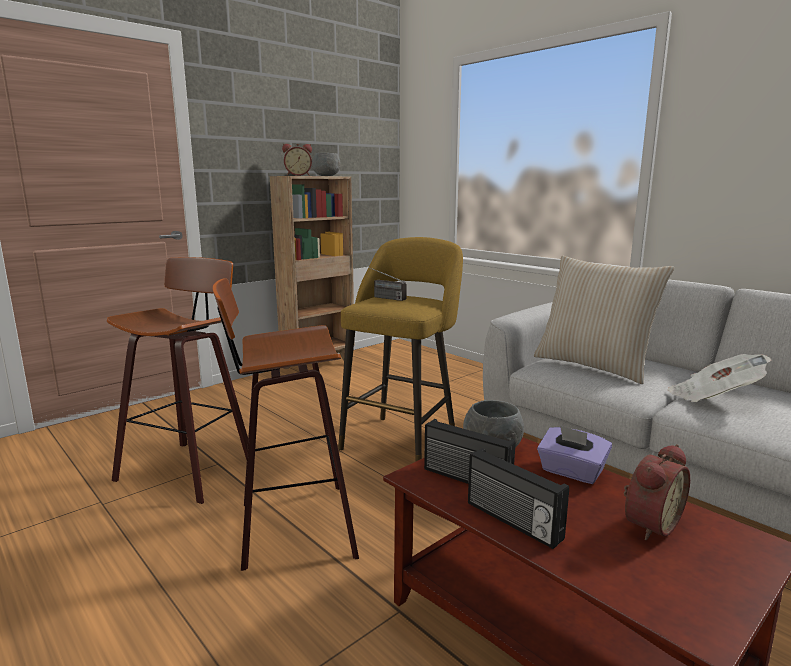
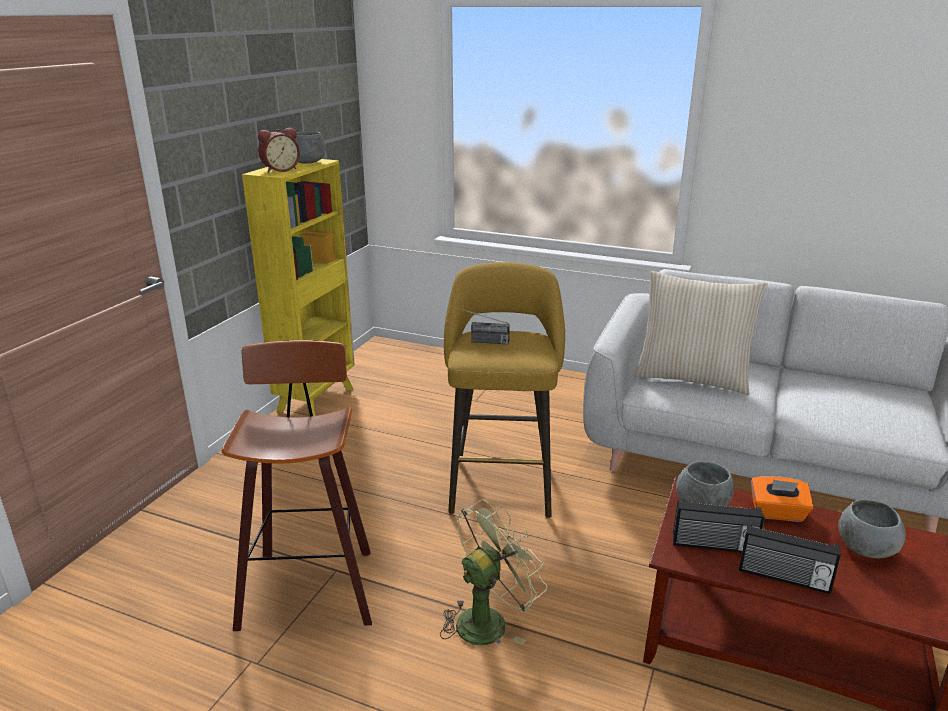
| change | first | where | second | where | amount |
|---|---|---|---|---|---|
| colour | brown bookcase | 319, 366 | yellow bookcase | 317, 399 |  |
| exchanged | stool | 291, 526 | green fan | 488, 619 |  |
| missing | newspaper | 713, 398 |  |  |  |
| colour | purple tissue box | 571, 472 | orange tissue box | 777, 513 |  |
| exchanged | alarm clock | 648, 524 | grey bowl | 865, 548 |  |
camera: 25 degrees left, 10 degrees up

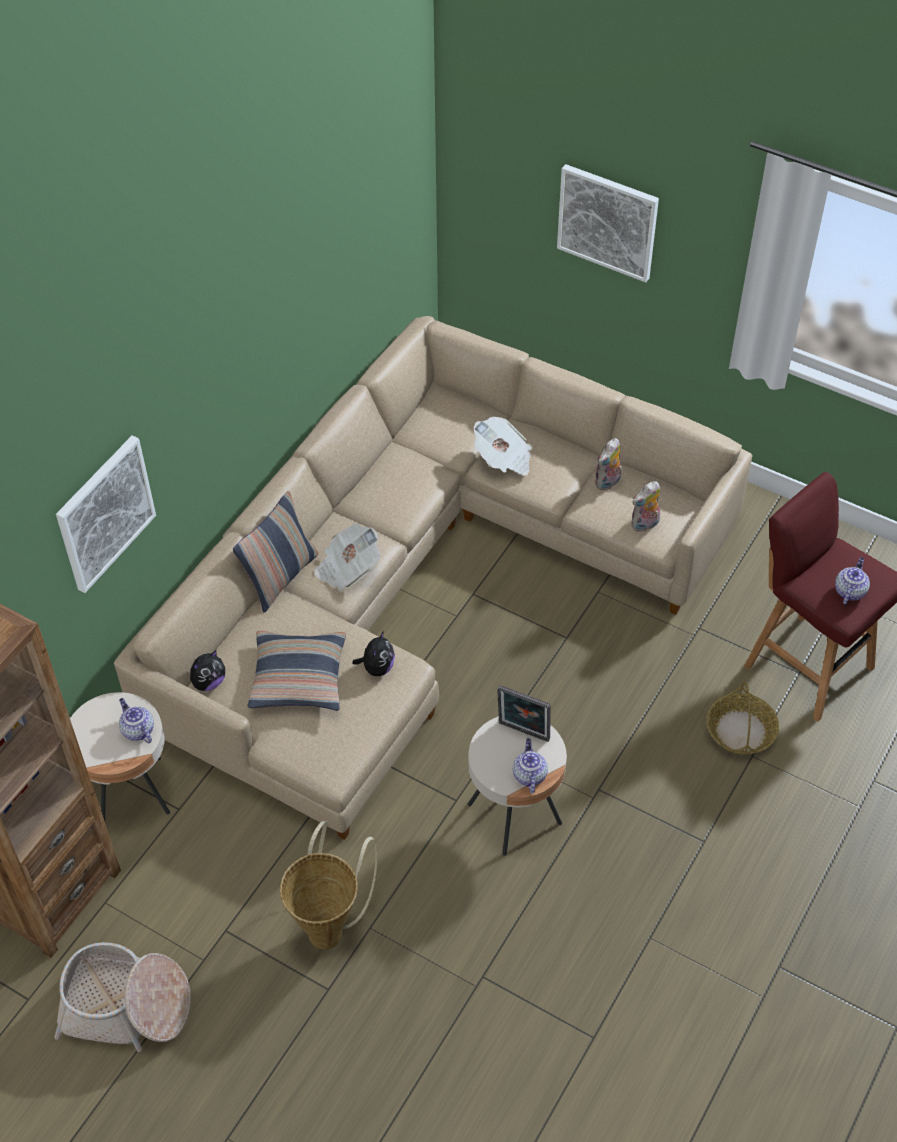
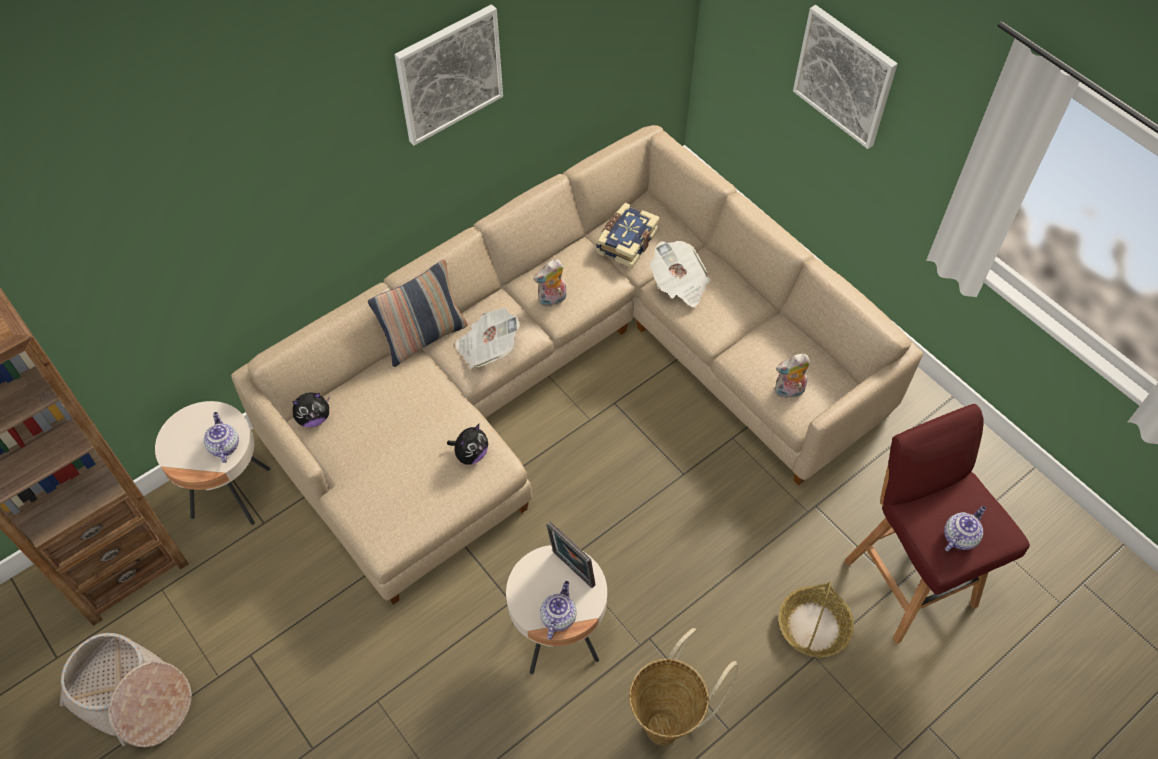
| change | first | where | second | where | amount |
|---|---|---|---|---|---|
| relocated | picture | 104, 513 |  | 449, 74 |  |
| relocated | plush toy | 608, 482 |  | 552, 300 |  |
| missing | pillow | 298, 677 |  |  |  |
| relocated | basket | 330, 927 |  | 668, 722 |  |
| appeared |  |  | book | 625, 241 |  |
camera: 20 degrees right, 5 degrees up

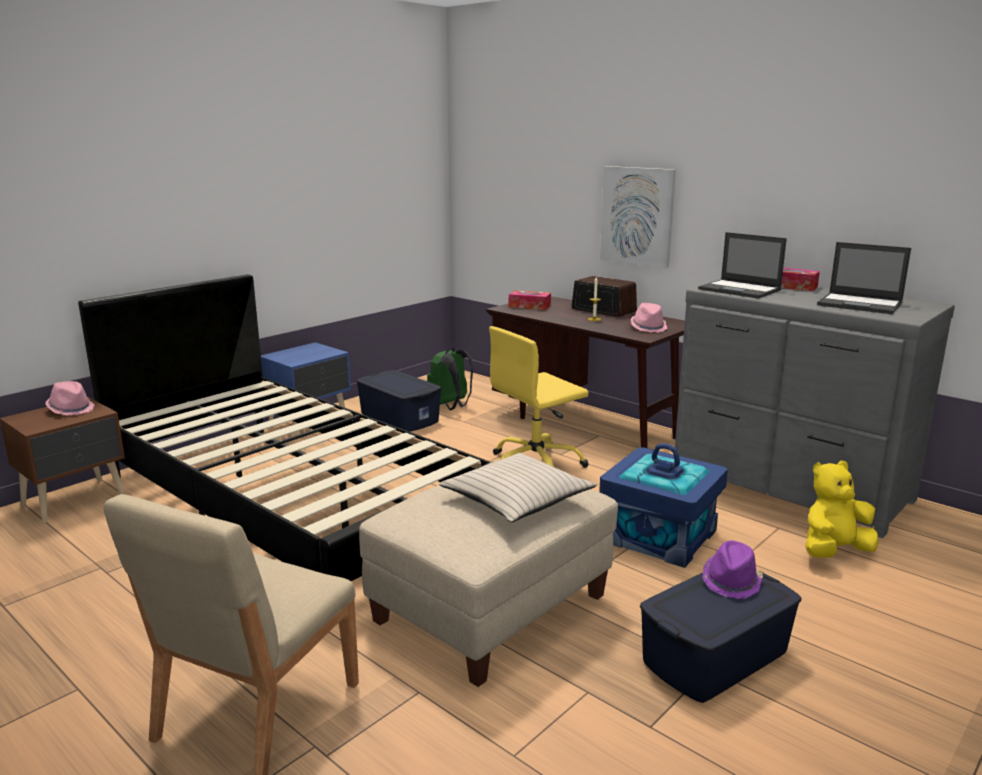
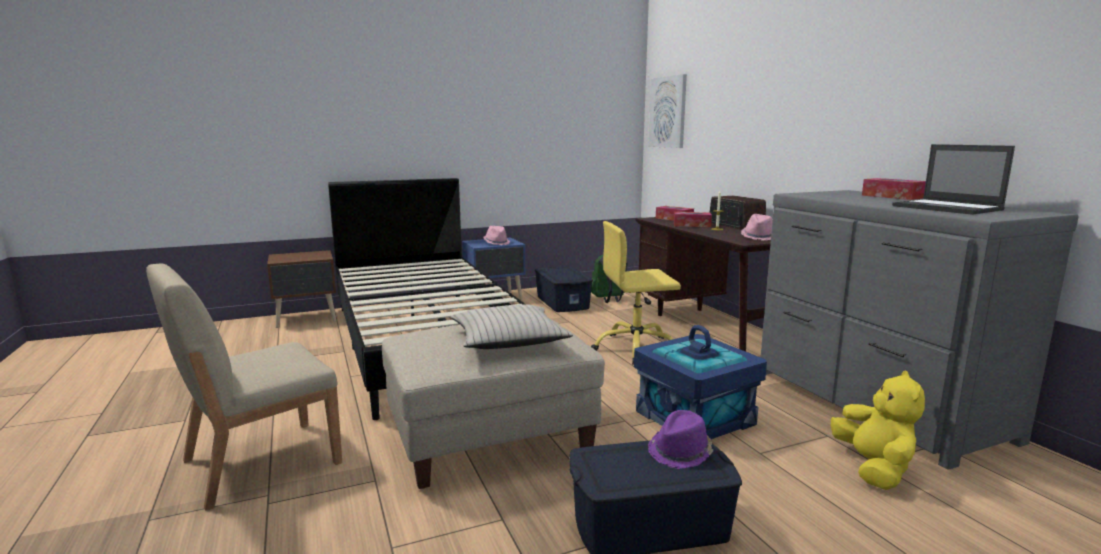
| change | first | where | second | where | amount |
|---|---|---|---|---|---|
| relocated | picture | 637, 216 |  | 668, 112 |  |
| missing | laptop | 740, 290 |  |  |  |
| relocated | pink hat | 71, 409 |  | 496, 243 |  |
| spun | yellow plush toy | 834, 551 |  | 873, 468 | 90 degrees clockwise |
| appeared |  |  | tissue box | 692, 225 |  |
camera: 25 degrees right, 5 degrees down

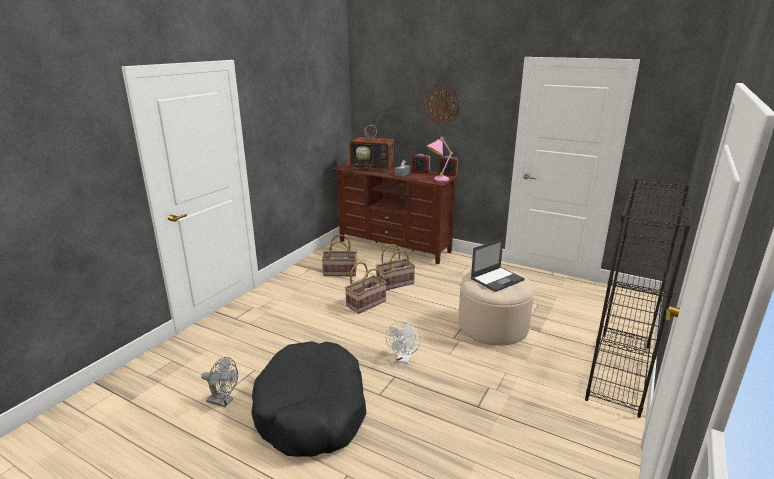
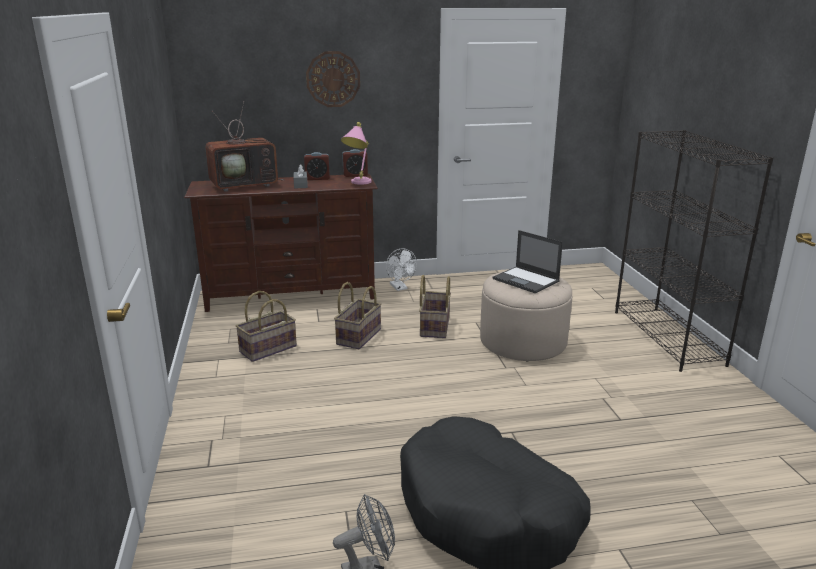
| change | first | where | second | where | amount |
|---|---|---|---|---|---|
| spun | laptop | 497, 279 |  | 526, 280 | 120 degrees clockwise |
| relocated | basket | 366, 303 |  | 434, 327 |  |
| relocated | white fan | 403, 359 |  | 400, 288 |  |
camera: 40 degrees left, 0 degrees up

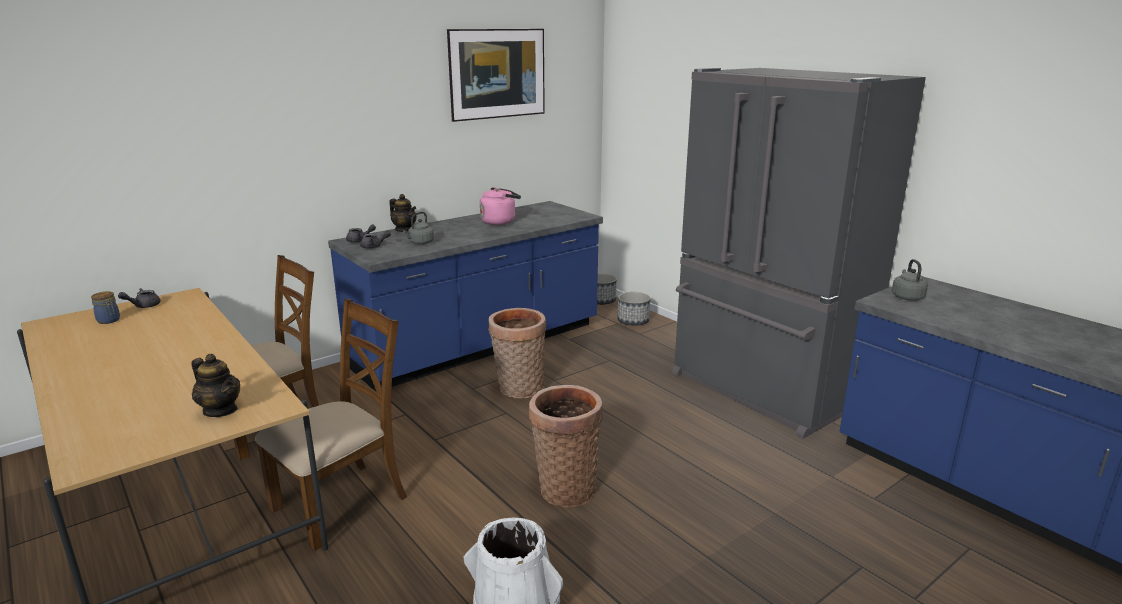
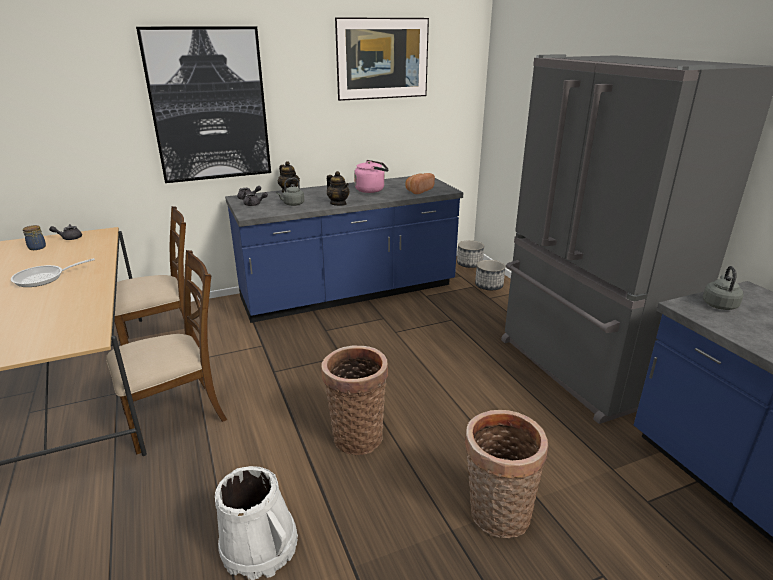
| change | first | where | second | where | amount |
|---|---|---|---|---|---|
| relocated | basket | 519, 389 |  | 496, 516 |  |
| relocated | teapot | 220, 410 |  | 338, 203 |  |
| appeared |  |  | picture | 209, 106 |  |
| appeared |  |  | bread | 418, 190 |  |
| appeared |  |  | frying pan | 44, 278 |  |
camera: 15 degrees right, 5 degrees up

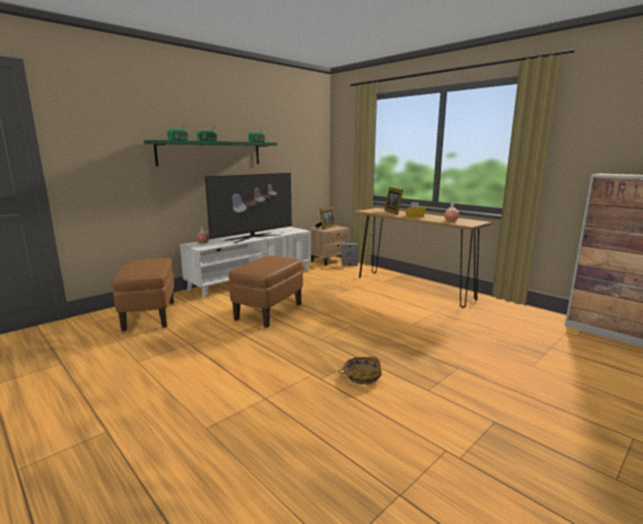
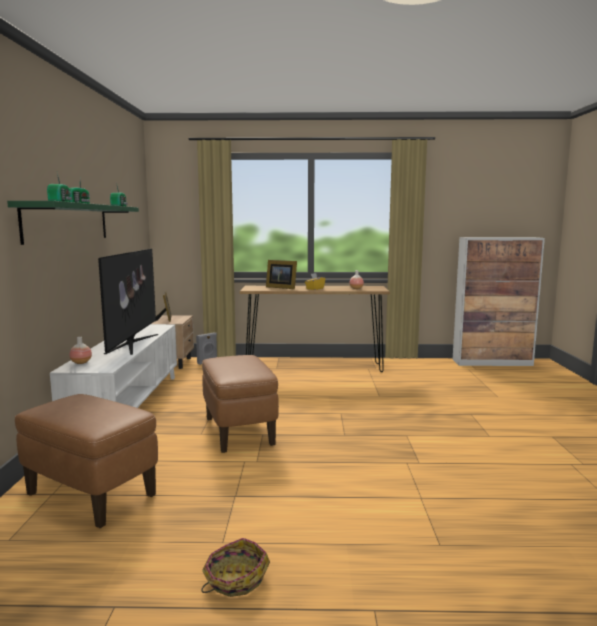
| change | first | where | second | where | amount |
|---|---|---|---|---|---|
| relocated | basket | 361, 376 |  | 235, 579 |  |
camera: 45 degrees left, 5 degrees down

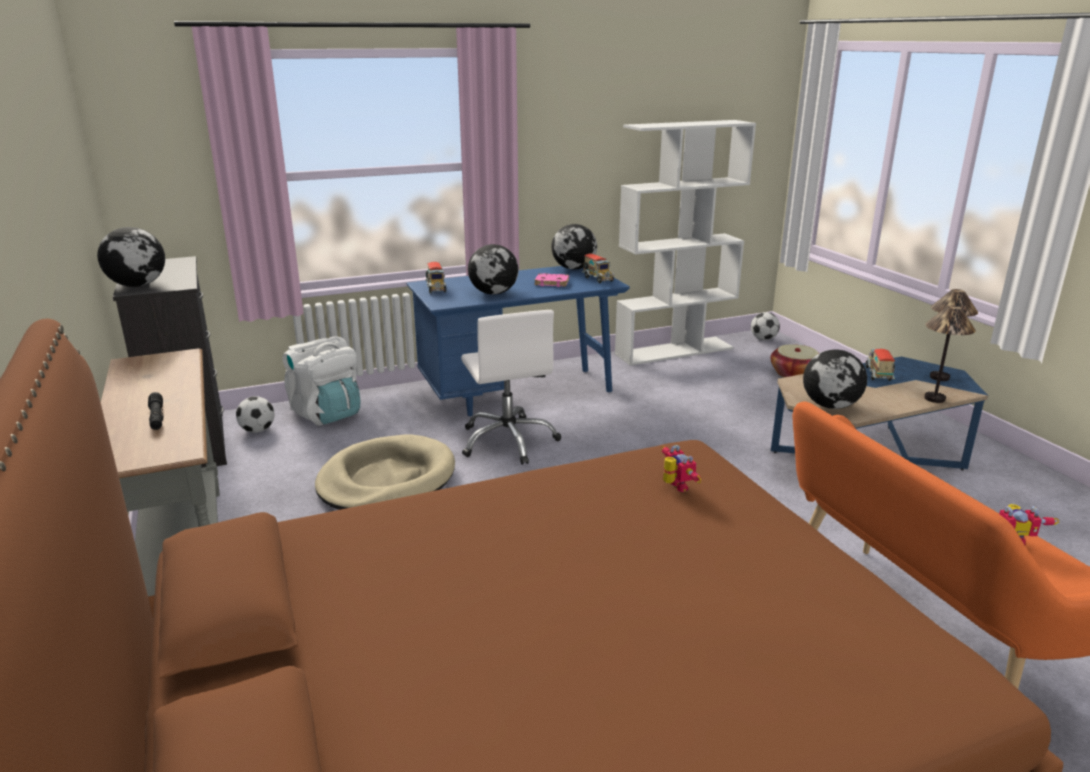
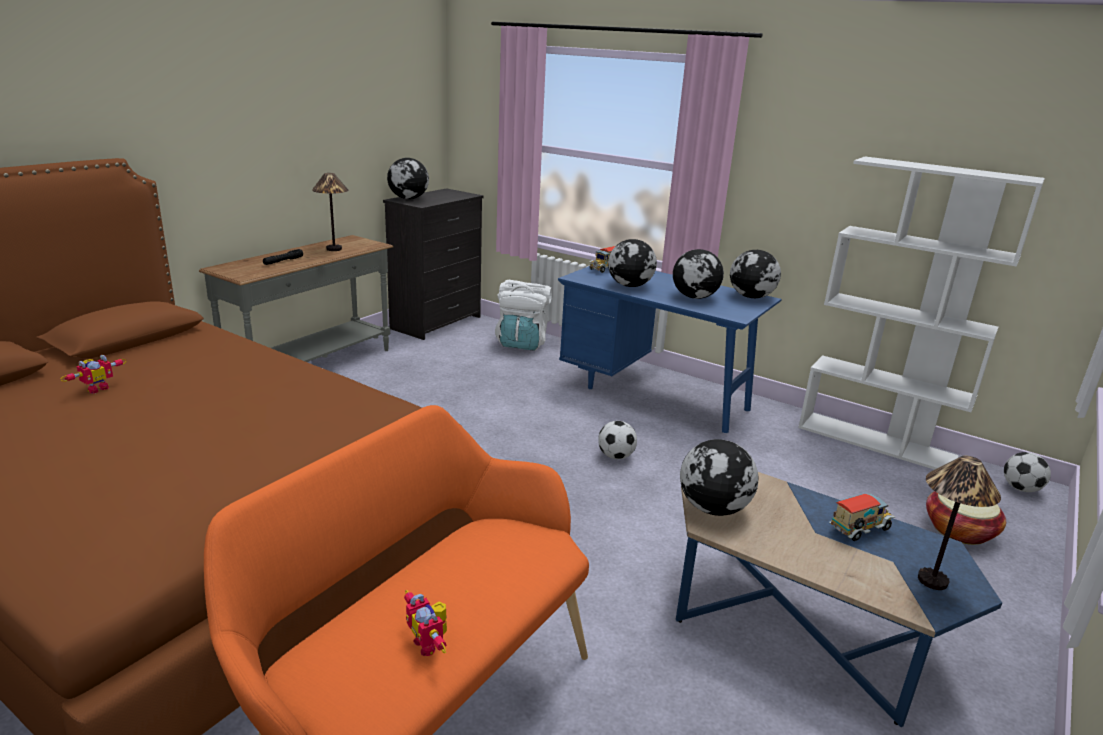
| change | first | where | second | where | amount |
|---|---|---|---|---|---|
| missing | toy truck | 597, 280 |  |  |  |
| exchanged | pink book | 552, 283 | globe | 695, 297 |  |
| relocated | table lamp | 935, 399 |  | 334, 249 |  |
| missing | white office chair | 508, 441 |  |  |  |
| relocated | football | 257, 431 |  | 615, 456 |  |
| missing | beige dog bed | 386, 480 |  |  |  |
| relocated | toy robot | 675, 487 |  | 97, 388 |  |
camera: 55 degrees right, 0 degrees up

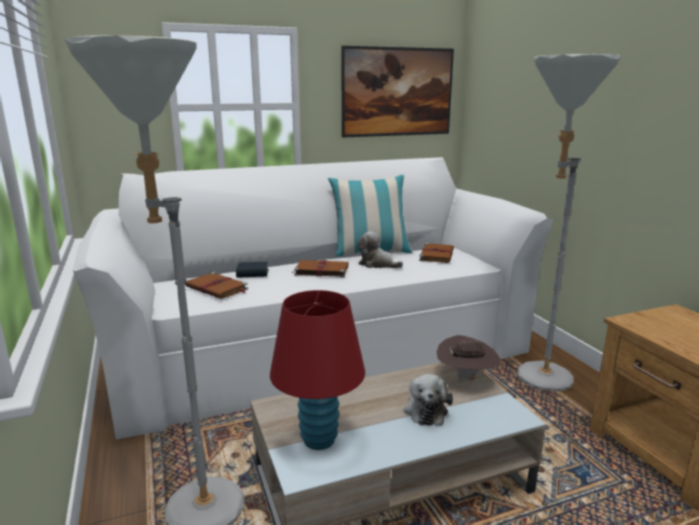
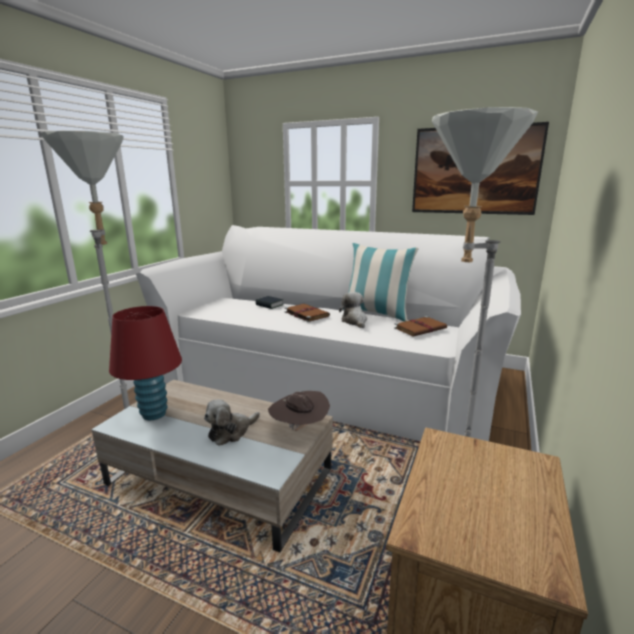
| change | first | where | second | where | amount |
|---|---|---|---|---|---|
| missing | brown book | 217, 288 |  |  |  |
camera: 45 degrees right, 0 degrees up

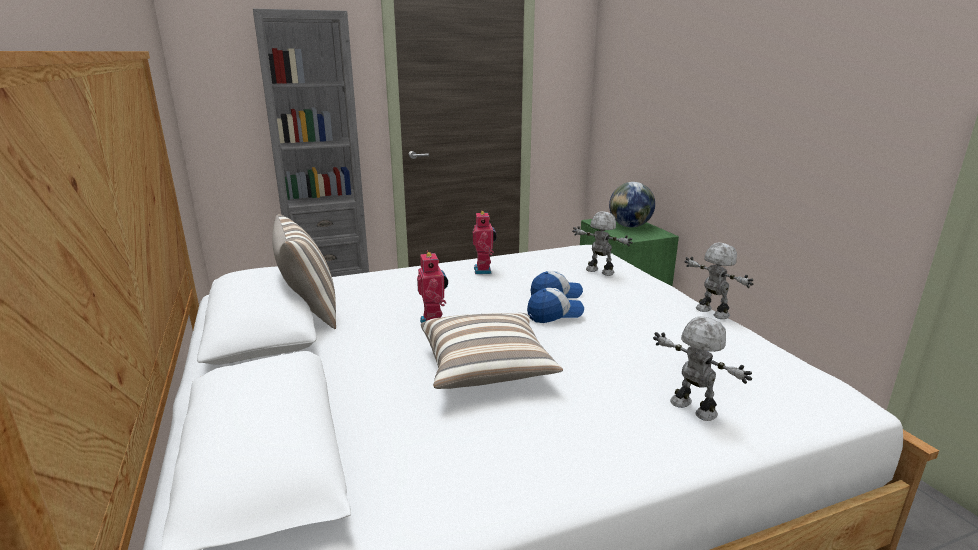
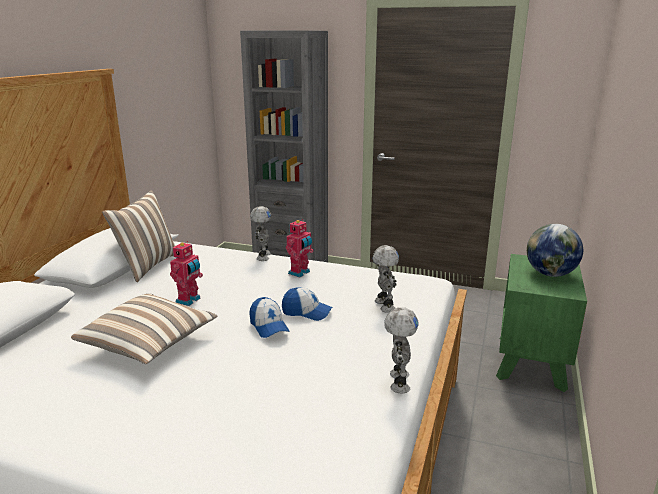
| change | first | where | second | where | amount |
|---|---|---|---|---|---|
| spun | cap | 554, 314 |  | 269, 326 | 45 degrees clockwise |
| relocated | toy robot | 692, 409 |  | 262, 256 |  |
camera: 40 degrees right, 0 degrees up

